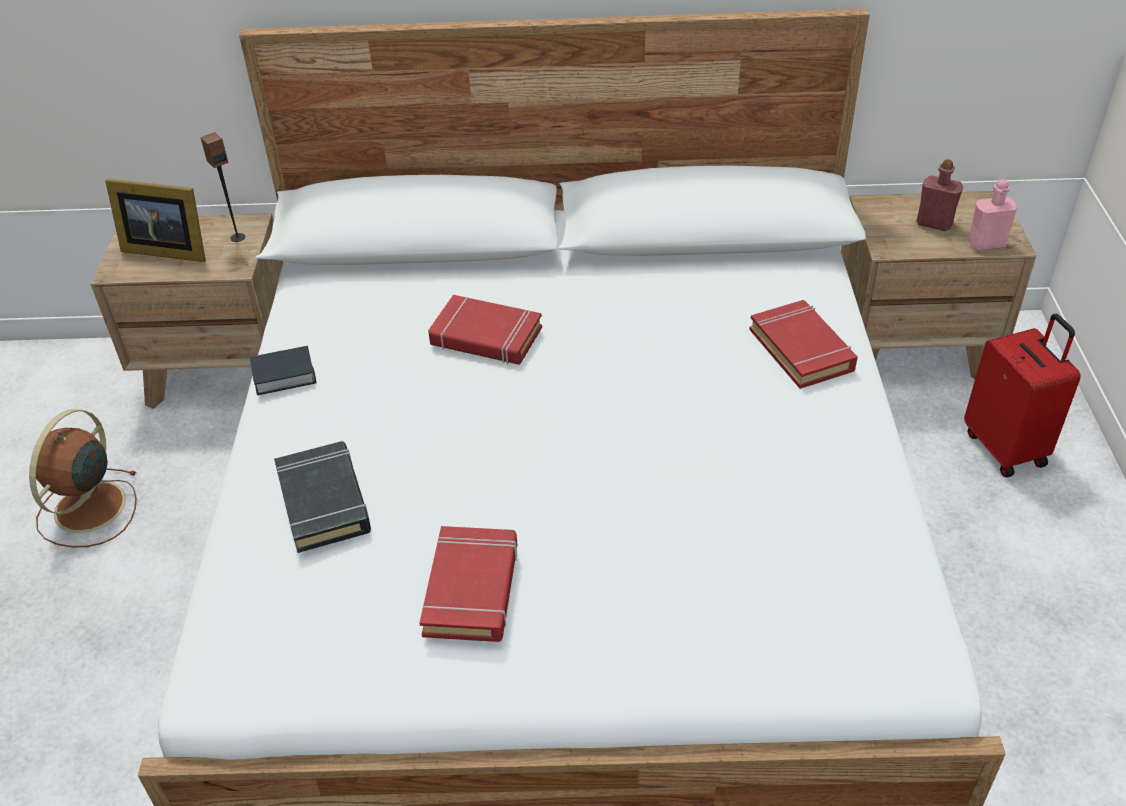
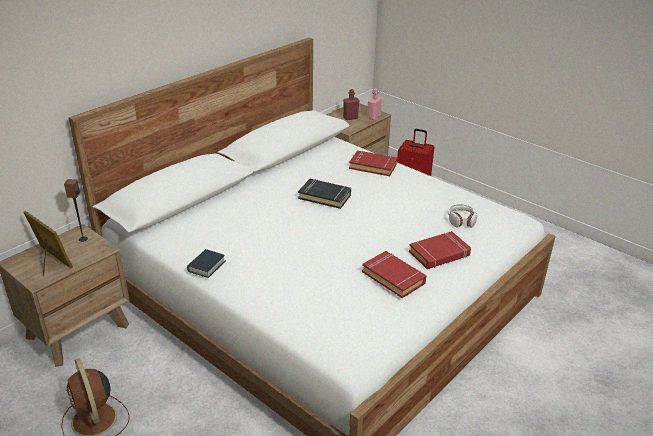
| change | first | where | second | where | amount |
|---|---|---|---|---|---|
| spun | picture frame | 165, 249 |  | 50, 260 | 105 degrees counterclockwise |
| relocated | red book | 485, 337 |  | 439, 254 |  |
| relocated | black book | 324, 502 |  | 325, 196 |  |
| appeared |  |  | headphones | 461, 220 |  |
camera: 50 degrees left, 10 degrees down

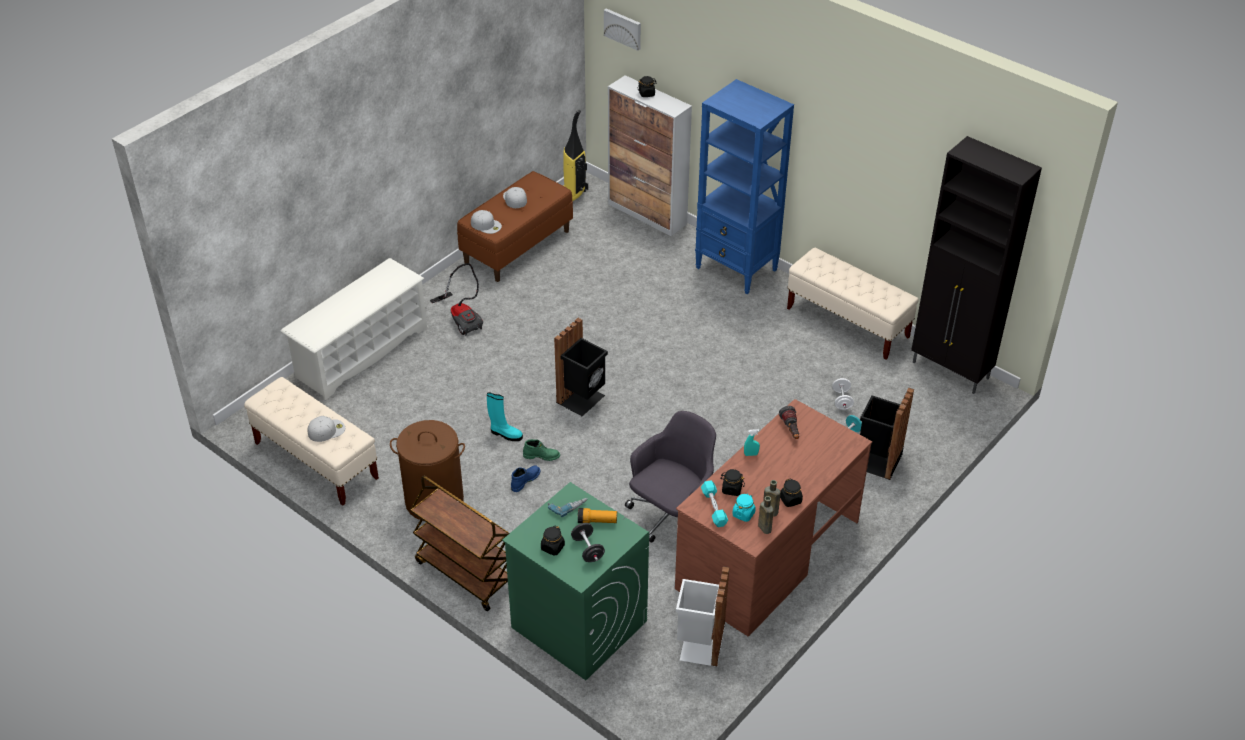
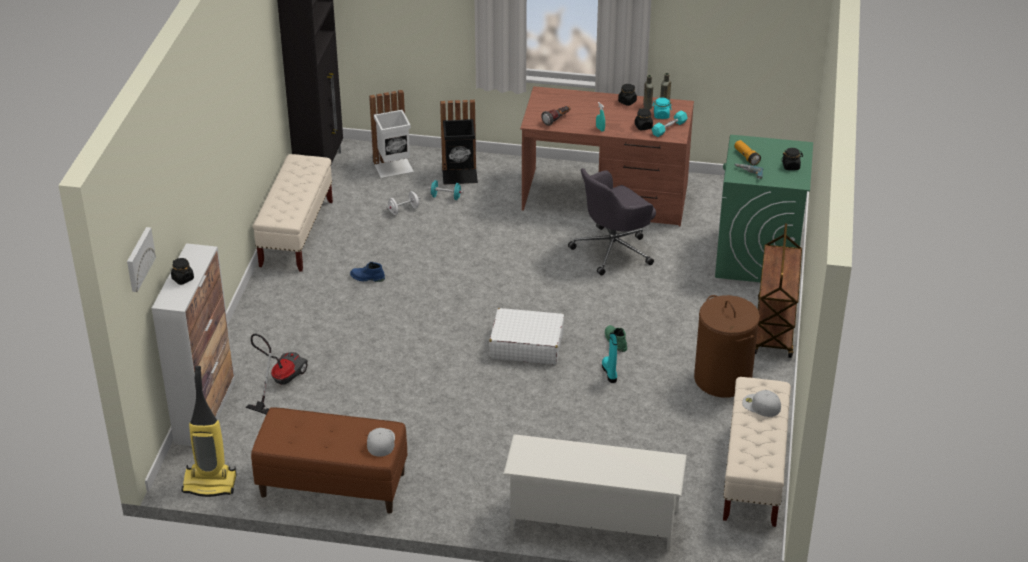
| change | first | where | second | where | amount |
|---|---|---|---|---|---|
| missing | blue bookcase | 737, 269 |  |  |  |
| missing | white cap | 514, 198 |  |  |  |
| relocated | vacuum cleaner | 462, 317 |  | 279, 382 |  |
| exchanged | black trash can | 582, 399 | white suitcase | 526, 345 |  |
| spun | grey office chair | 672, 518 |  | 613, 250 | 45 degrees counterclockwise |
| relocated | blue boot | 525, 480 |  | 367, 278 |  |
| missing | black dumbbell | 587, 549 |  |  |  |
| relocated | white trash can | 699, 645 |  | 394, 167 |  |
camera: 120 degrees left, 5 degrees down

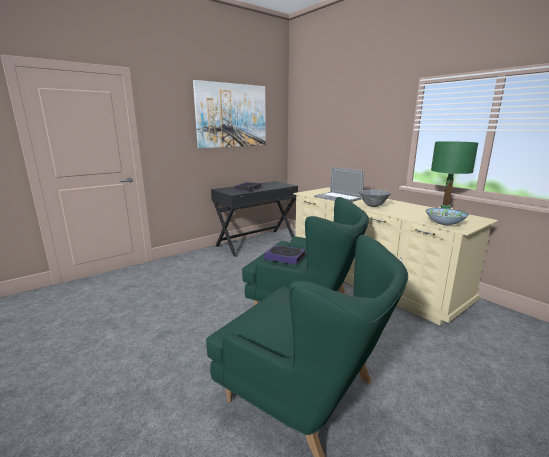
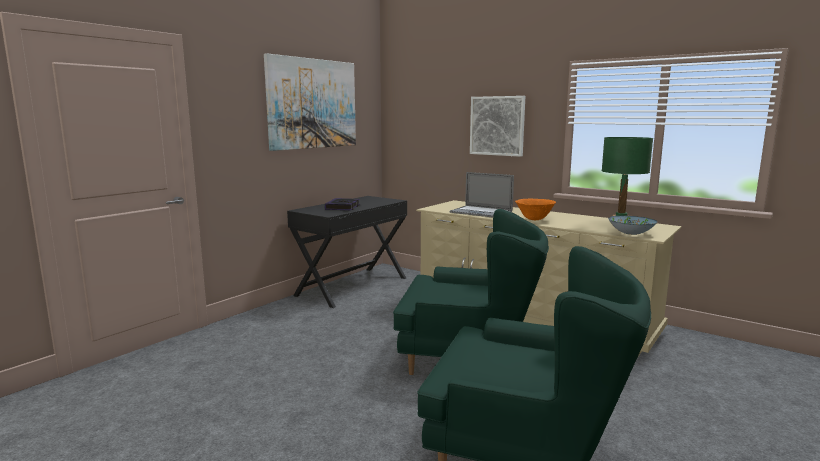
| change | first | where | second | where | amount |
|---|---|---|---|---|---|
| colour | grey bowl | 373, 206 | orange bowl | 534, 219 |  |
| missing | book | 285, 257 |  |  |  |
| appeared |  |  | picture | 497, 126 |  |
camera: 15 degrees left, 5 degrees down

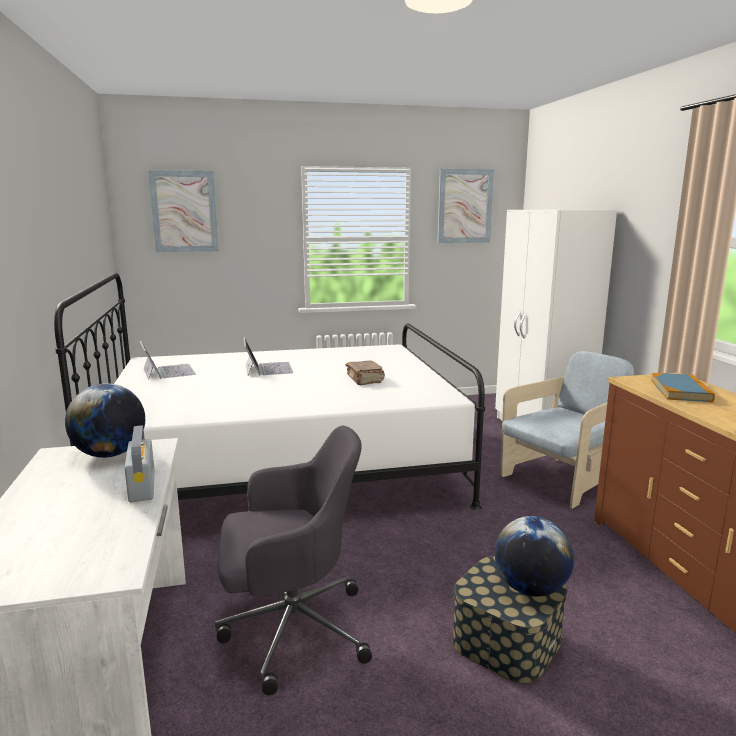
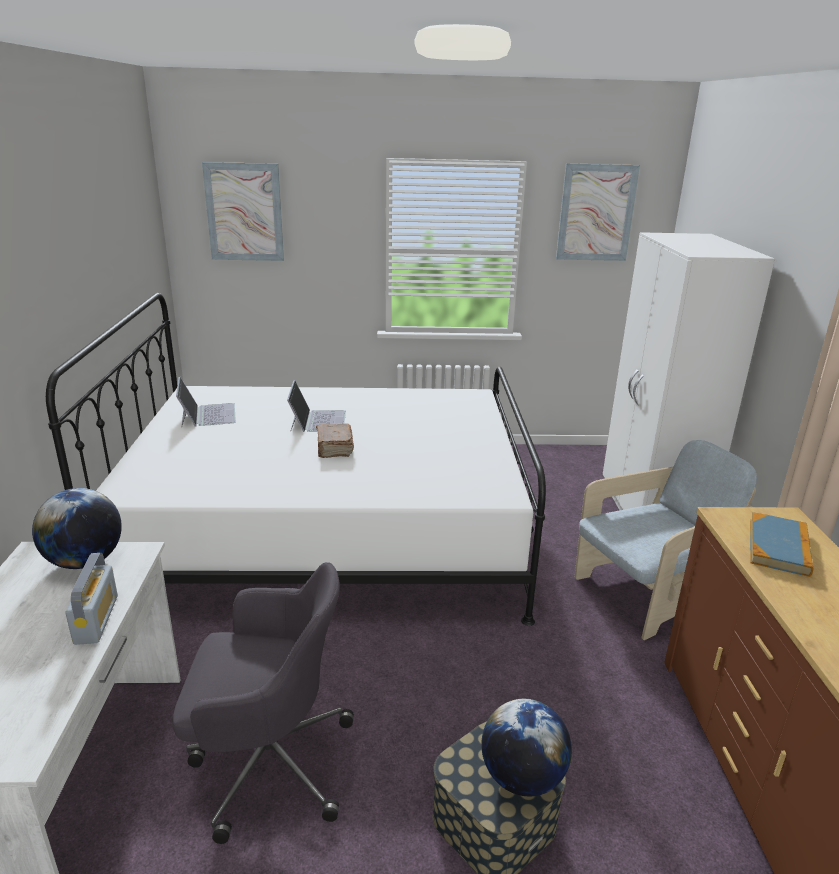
| change | first | where | second | where | amount |
|---|---|---|---|---|---|
| relocated | brown book | 364, 379 |  | 334, 448 |  |
camera: 10 degrees right, 10 degrees up

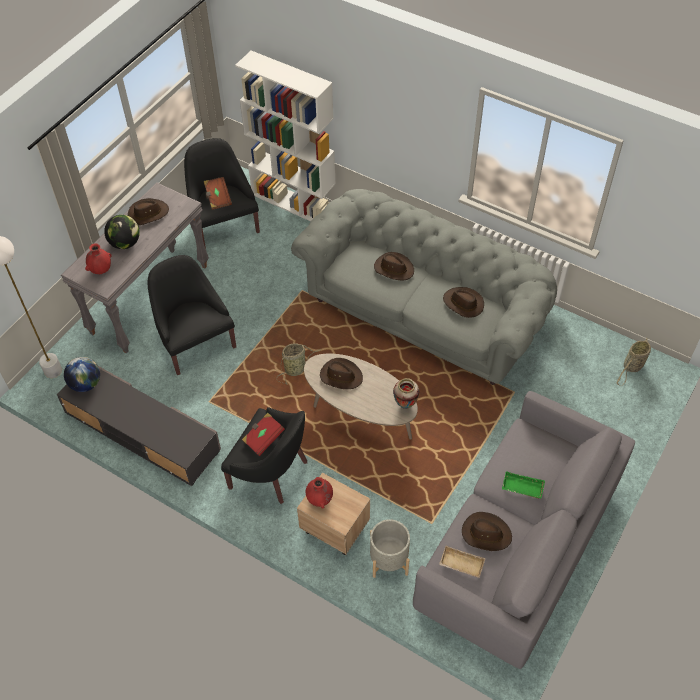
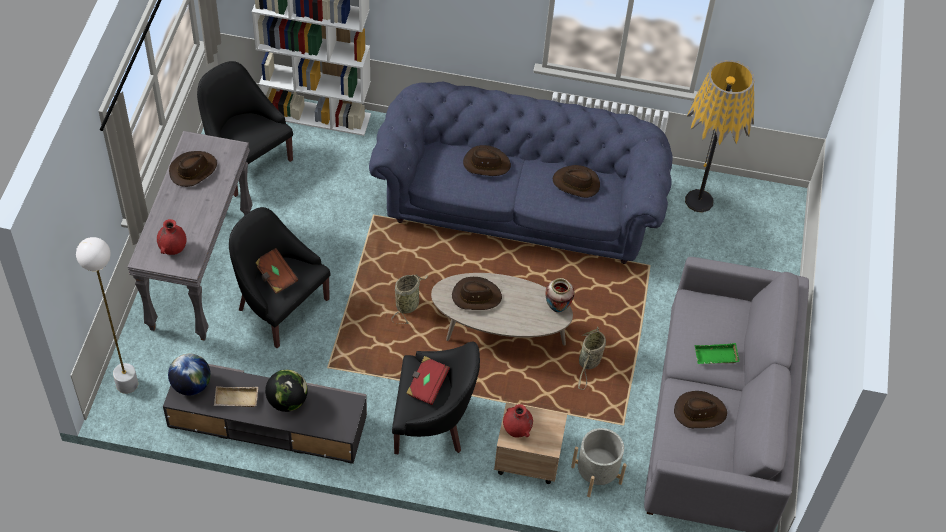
| change | first | where | second | where | amount |
|---|---|---|---|---|---|
| relocated | brown book | 217, 198 |  | 275, 276 |  |
| colour | grey sofa | 424, 312 | blue sofa | 519, 204 |  |
| relocated | globe | 125, 243 |  | 287, 401 |  |
| relocated | basket | 632, 367 |  | 589, 363 |  |
| relocated | beige tray | 460, 564 |  | 235, 400 |  |
| appeared |  |  | floor lamp | 699, 201 |  |
camera: 25 degrees left, 0 degrees up

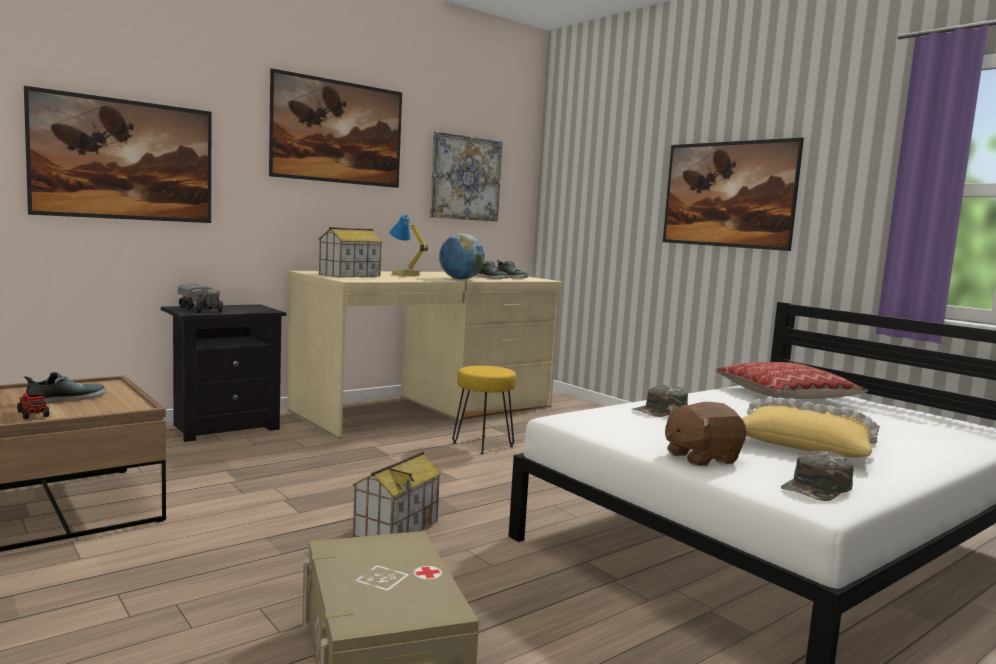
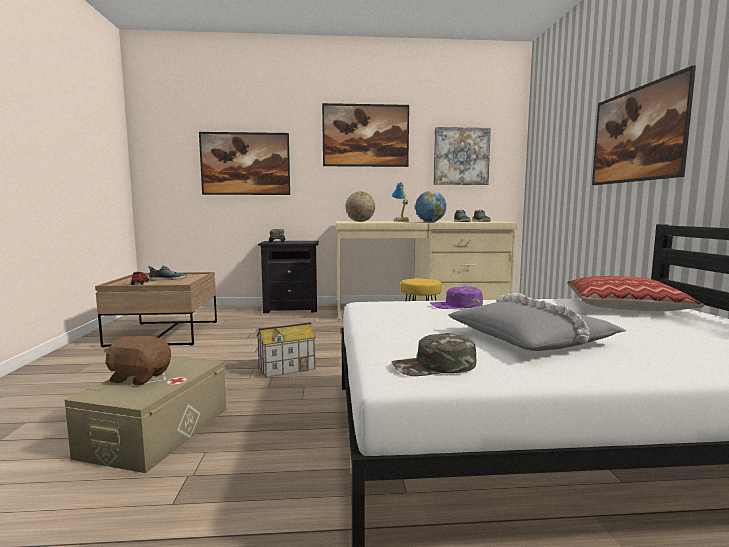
| change | first | where | second | where | amount |
|---|---|---|---|---|---|
| exchanged | toy house | 349, 275 | globe | 360, 221 |  |
| colour | green cap | 660, 410 | purple cap | 456, 305 |  |
| colour | yellow pillow | 805, 443 | grey pillow | 531, 338 |  |
| relocated | brown plush toy | 700, 458 |  | 139, 377 |  |
camera: 35 degrees right, 0 degrees up

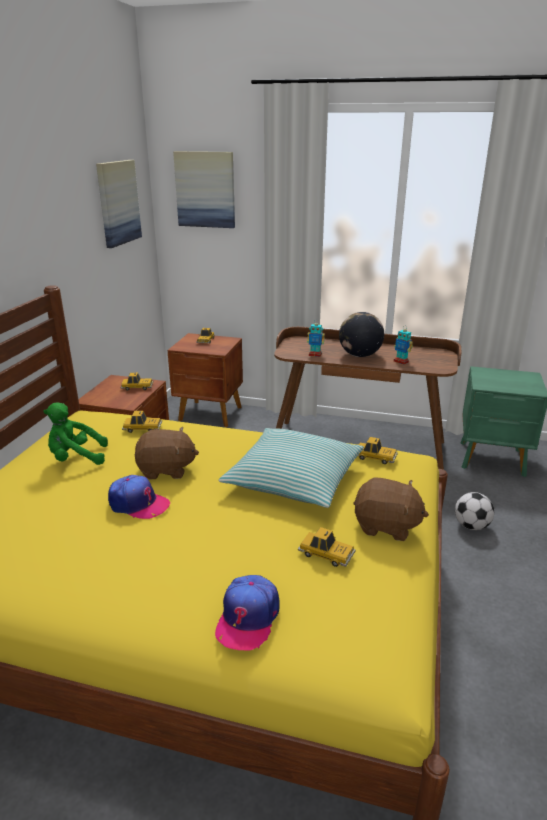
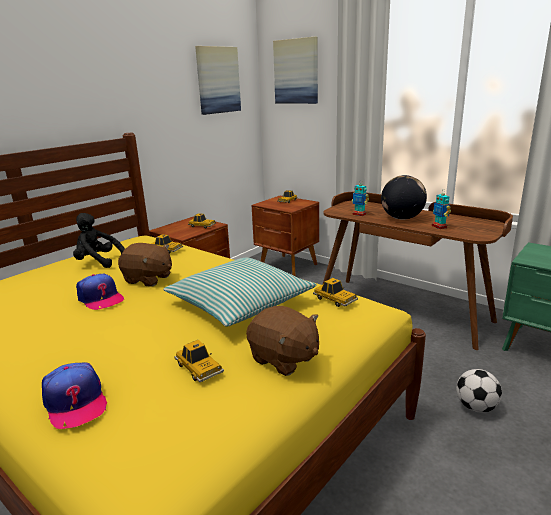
| change | first | where | second | where | amount |
|---|---|---|---|---|---|
| colour | green plush toy | 76, 458 | black plush toy | 98, 262 |  |
| spun | cap | 248, 618 |  | 75, 402 | 75 degrees counterclockwise |
camera: 25 degrees right, 5 degrees down

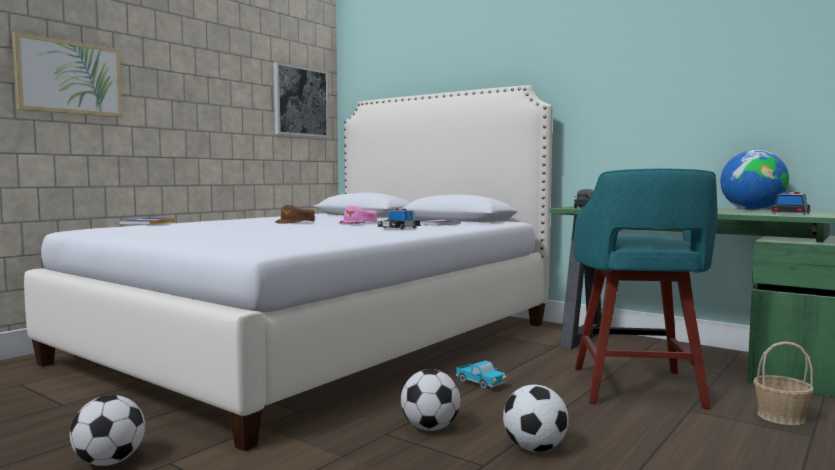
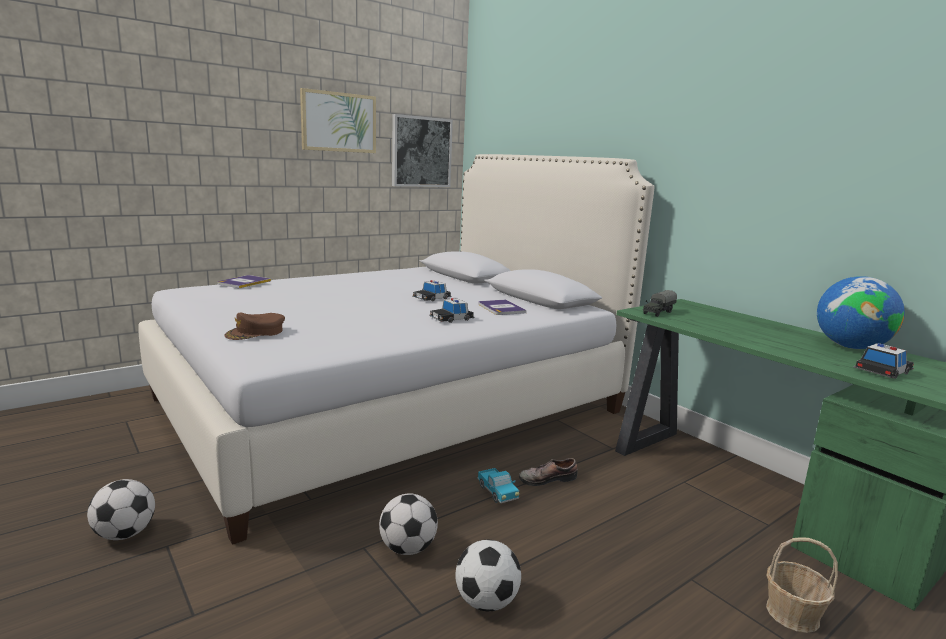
| change | first | where | second | where | amount |
|---|---|---|---|---|---|
| relocated | picture | 69, 77 |  | 338, 122 |  |
| missing | turquoise stool | 636, 388 |  |  |  |
| relocated | brown cap | 295, 222 |  | 256, 333 |  |
| exchanged | pink cap | 358, 223 | toy car | 432, 298 |  |
| appeared |  |  | shoe | 546, 478 |  |
camera: 15 degrees right, 10 degrees up

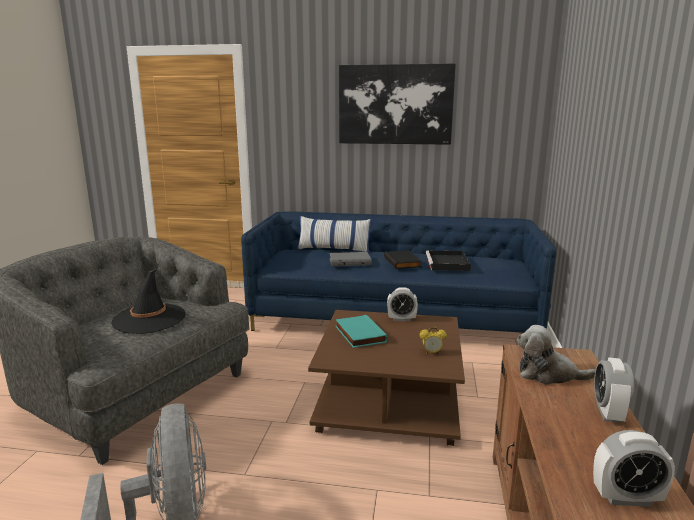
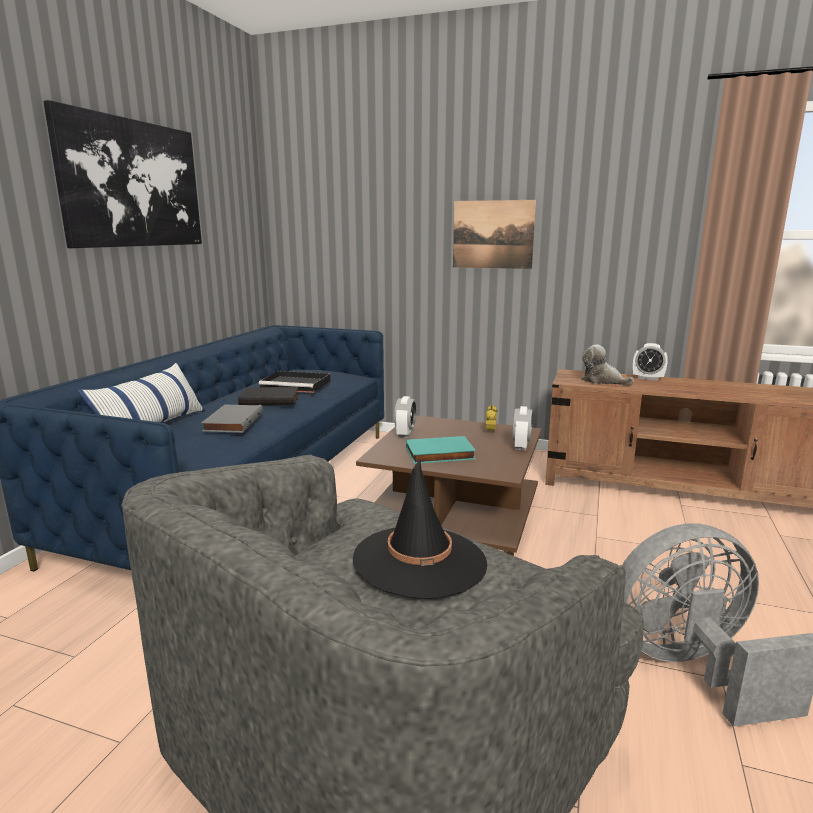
| change | first | where | second | where | amount |
|---|---|---|---|---|---|
| spun | plush toy | 548, 374 |  | 602, 381 | 105 degrees clockwise |
| relocated | alarm clock | 626, 498 |  | 521, 446 |  |
| appeared |  |  | picture | 493, 234 |  |
camera: 80 degrees left, 0 degrees up

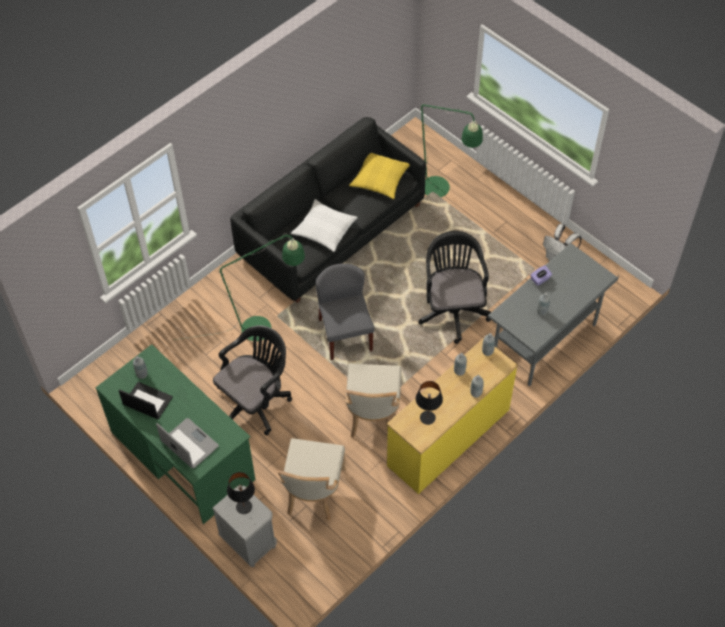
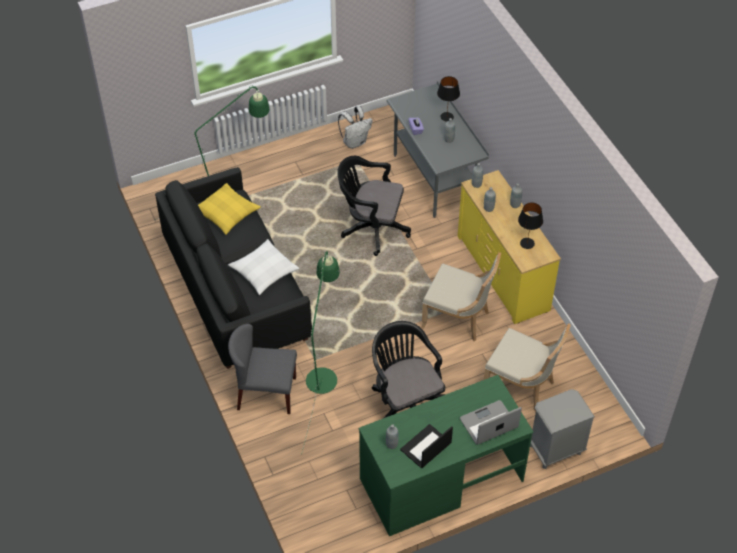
| change | first | where | second | where | amount |
|---|---|---|---|---|---|
| relocated | grey chair | 345, 334 |  | 266, 393 |  |
| relocated | black table lamp | 244, 506 |  | 447, 116 |  |
camera: 70 degrees left, 5 degrees down

